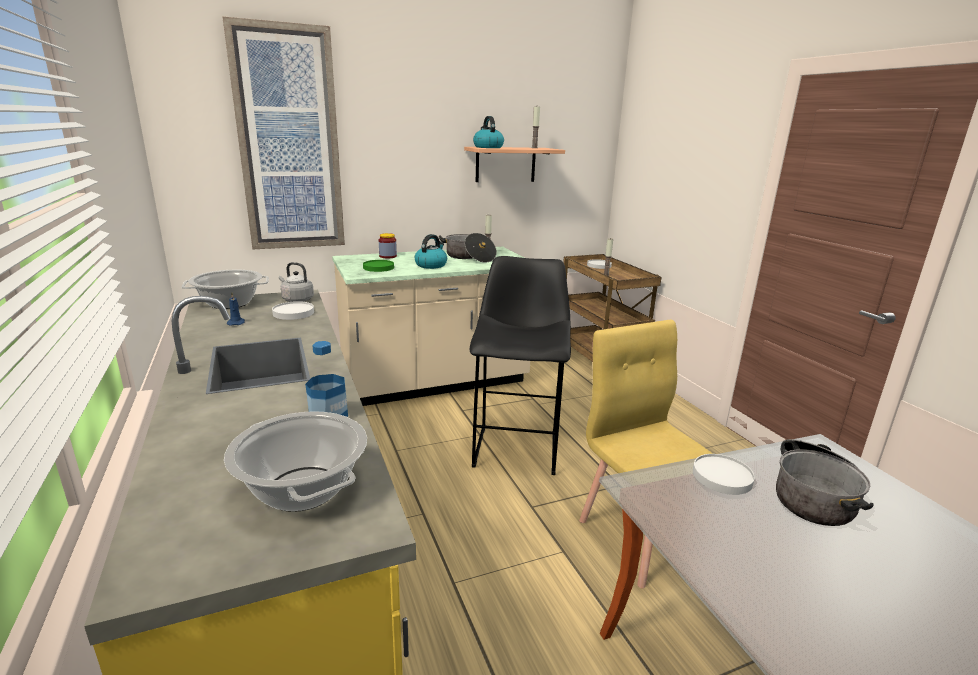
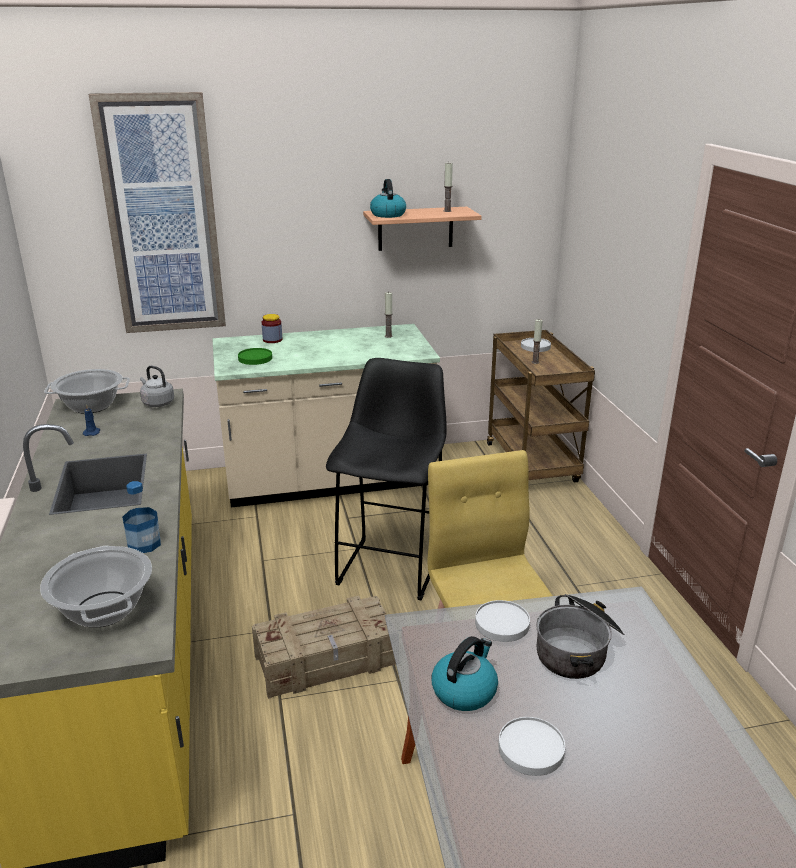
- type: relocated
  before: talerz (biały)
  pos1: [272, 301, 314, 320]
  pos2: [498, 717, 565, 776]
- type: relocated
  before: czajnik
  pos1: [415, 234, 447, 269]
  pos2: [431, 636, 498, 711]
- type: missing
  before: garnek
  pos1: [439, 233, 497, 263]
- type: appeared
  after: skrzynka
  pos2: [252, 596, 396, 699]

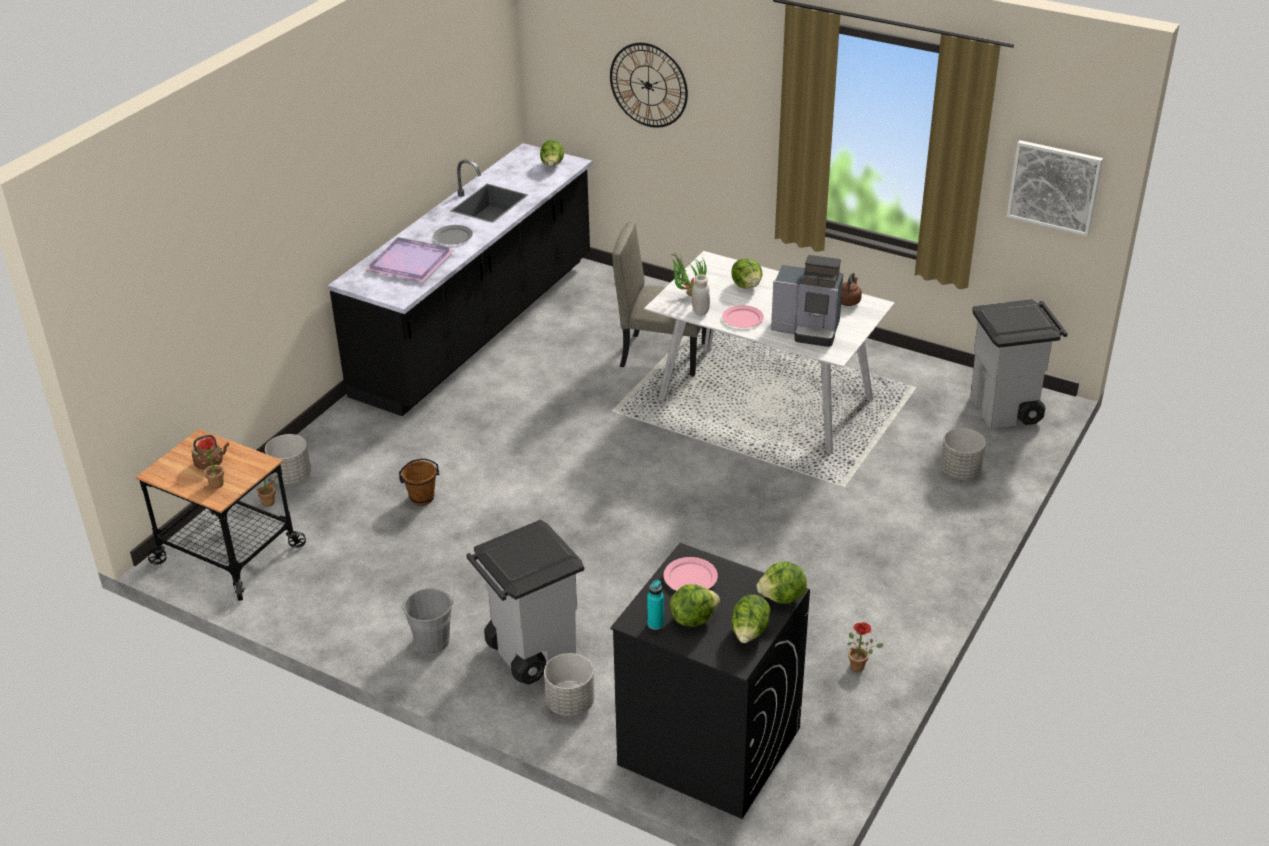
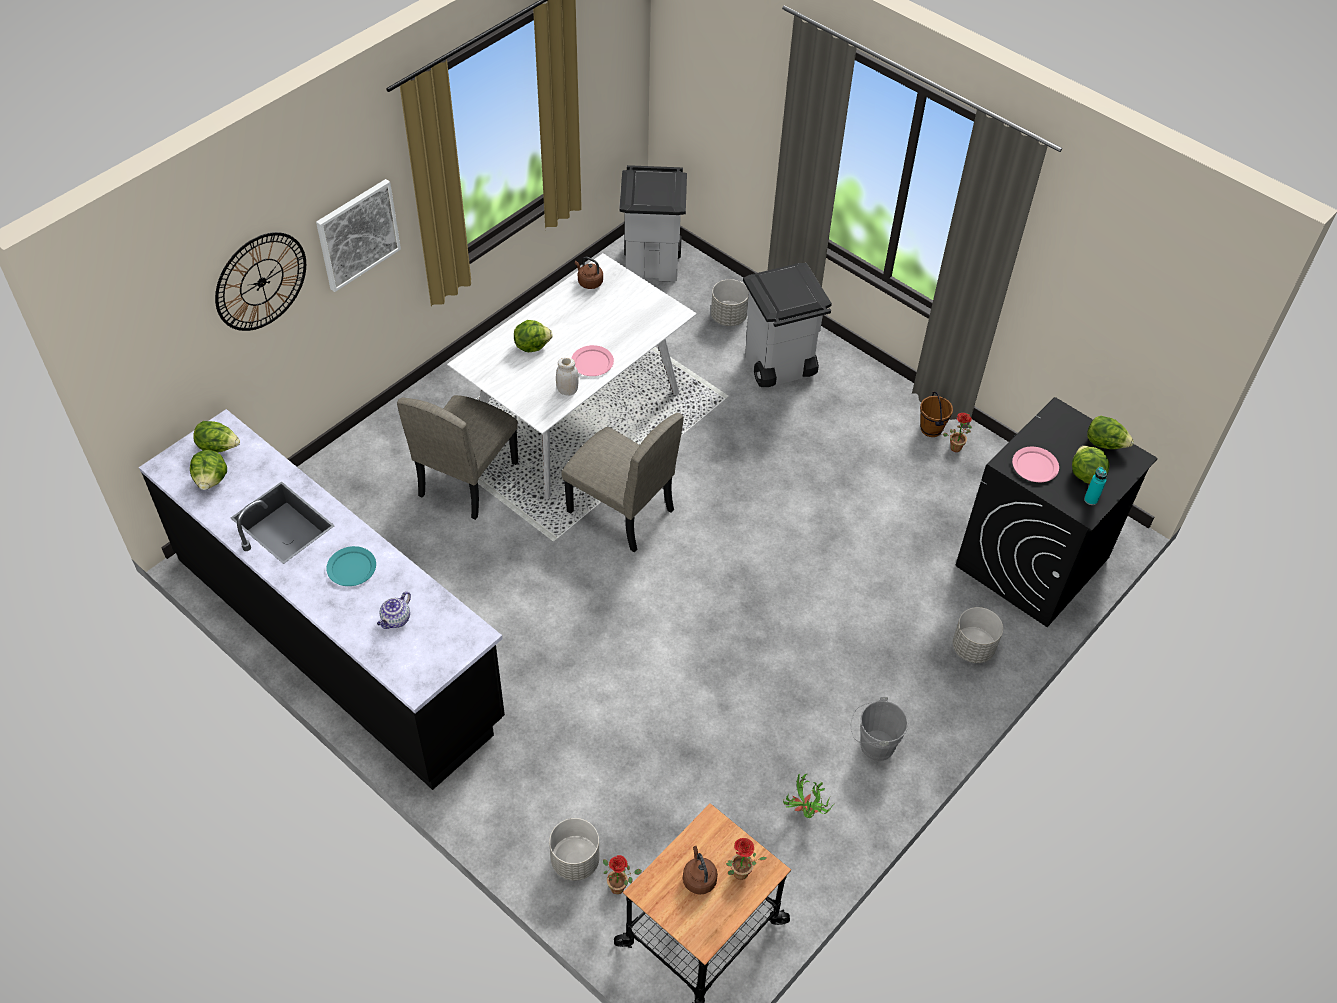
- type: exchanged
  before: taca (fioletowy)
  after: imbryk
  pos1: [365, 237, 454, 282]
  pos2: [377, 591, 411, 629]
- type: relocated
  before: wiadro (brązowy)
  pos1: [399, 458, 439, 506]
  pos2: [920, 392, 953, 437]
- type: colour
  before: talerz (szary)
  after: talerz (turkusowy)
  pos1: [434, 225, 473, 245]
  pos2: [326, 546, 376, 586]
- type: relocated
  before: kosz na śmieci (szary)
  pos1: [466, 519, 584, 685]
  pos2: [743, 263, 832, 387]
- type: relocated
  before: roślina doniczkowa
  pos1: [671, 253, 707, 296]
  pos2: [783, 773, 834, 818]
- type: relocated
  before: sałata
  pos1: [756, 562, 807, 604]
  pos2: [190, 450, 227, 490]
- type: missing
  before: ekspres do kawy
  pos1: [771, 255, 843, 347]
- type: relocated
  before: obraz
  pos1: [1007, 140, 1103, 236]
  pos2: [316, 179, 401, 292]
- type: appeared
  after: krzesło (beżowy)
  pos2: [561, 413, 684, 552]

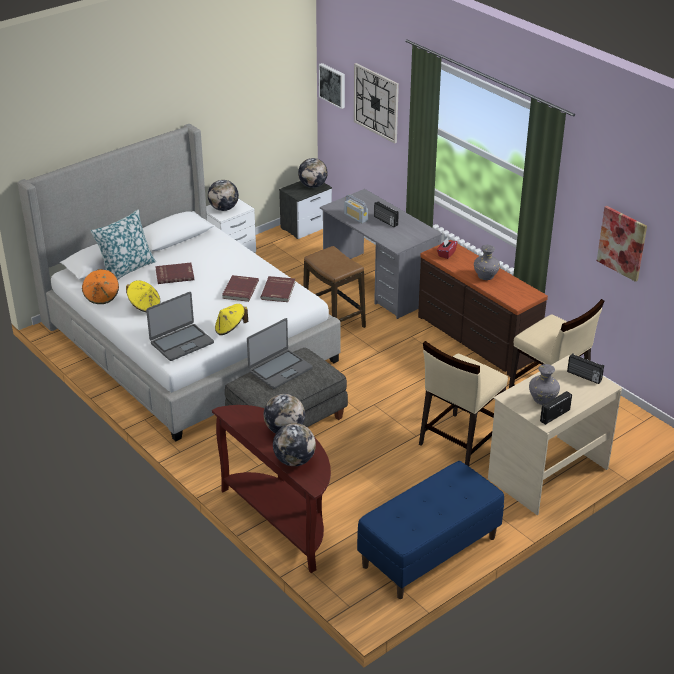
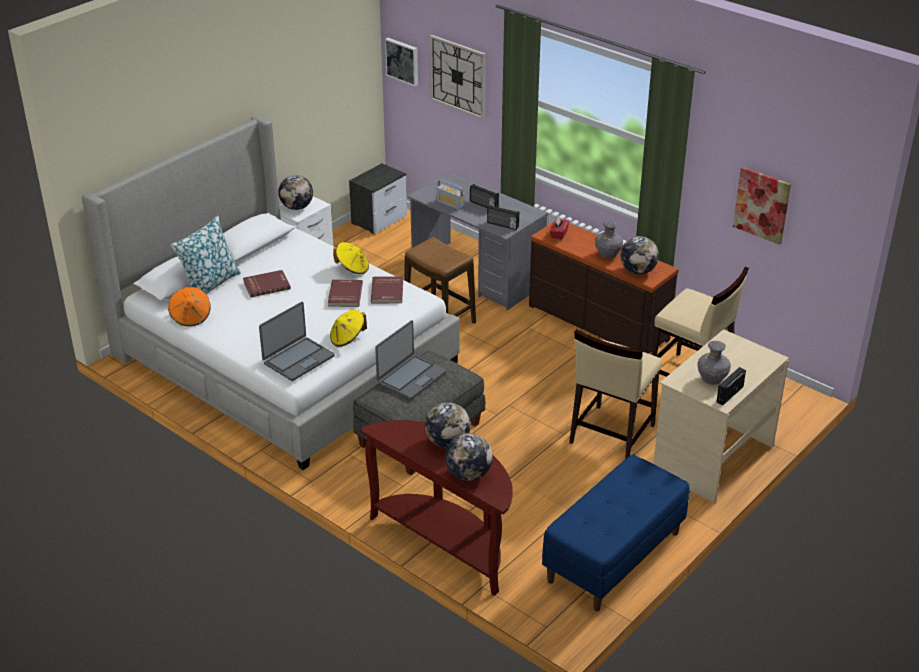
- type: relocated
  before: kapelusz (żółty)
  pos1: [126, 280, 160, 312]
  pos2: [333, 242, 369, 274]
- type: relocated
  before: globus
  pos1: [298, 158, 328, 188]
  pos2: [620, 236, 659, 275]
- type: relocated
  before: radio
  pos1: [567, 353, 604, 384]
  pos2: [487, 205, 519, 230]

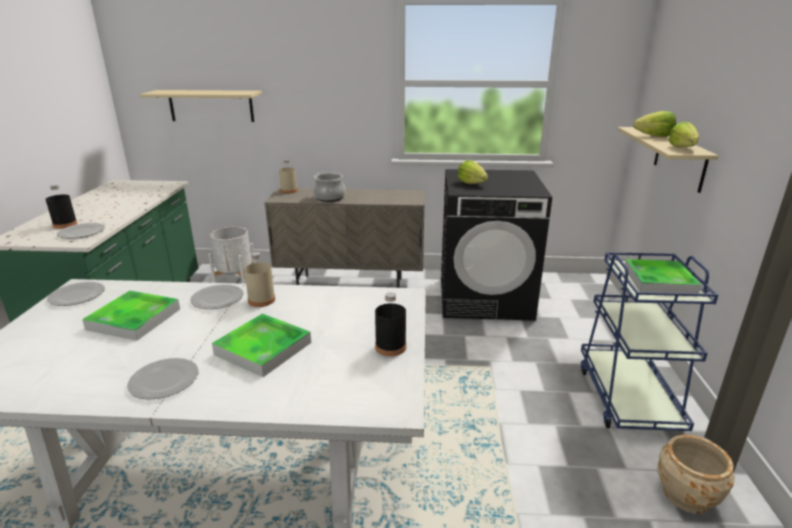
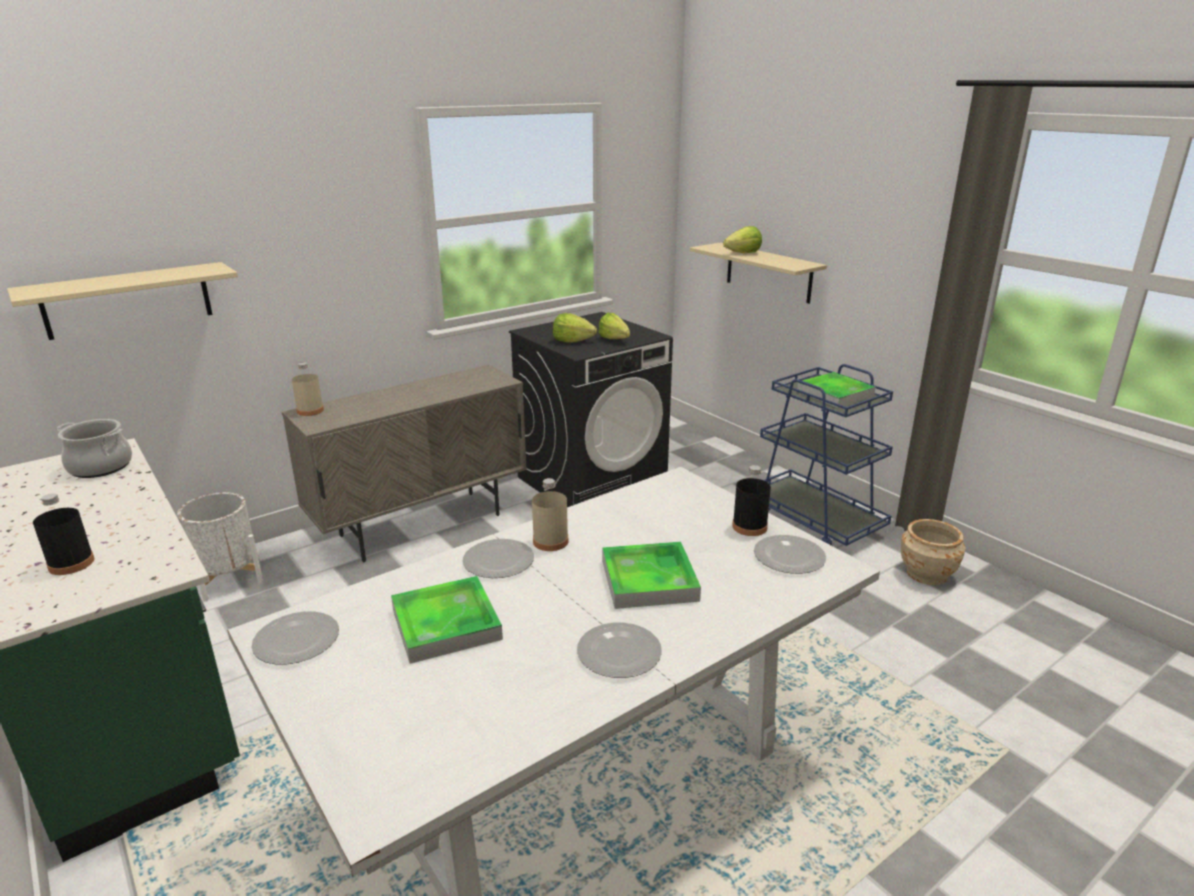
- type: relocated
  before: talerz
  pos1: [57, 223, 105, 239]
  pos2: [754, 535, 826, 574]
- type: relocated
  before: garnek
  pos1: [313, 172, 346, 202]
  pos2: [56, 419, 132, 478]
- type: relocated
  before: sałata
  pos1: [669, 121, 699, 147]
  pos2: [598, 313, 630, 339]

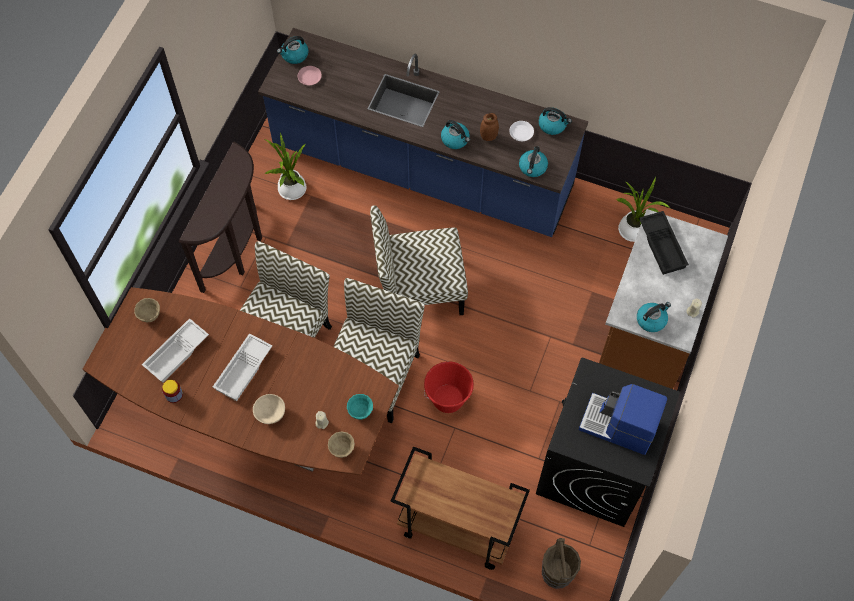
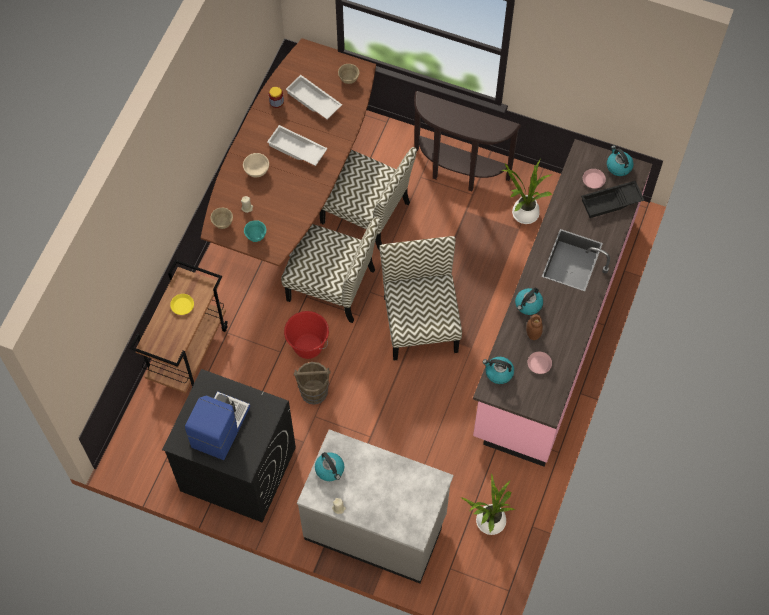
- type: colour
  before: zabudowa kuchenna (niebieski)
  after: zabudowa kuchenna (różowy)
  pos1: [258, 28, 588, 237]
  pos2: [473, 139, 652, 467]
- type: colour
  before: talerz (biały)
  after: talerz (różowy)
  pos1: [509, 121, 534, 141]
  pos2: [528, 352, 552, 374]
- type: missing
  before: czajnik
  pos1: [539, 107, 572, 135]
- type: relocated
  before: wiadro (brązowy)
  pos1: [542, 538, 581, 589]
  pos2: [294, 362, 331, 405]
- type: colour
  before: zabudowa kuchenna (brązowy)
  after: zabudowa kuchenna (szary)
  pos1: [599, 209, 728, 389]
  pos2: [297, 429, 453, 583]
- type: relocated
  before: taca (czarny)
  pos1: [639, 211, 689, 275]
  pos2: [581, 181, 645, 218]
- type: appeared
  after: talerz (żółty)
  pos2: [170, 294, 194, 315]

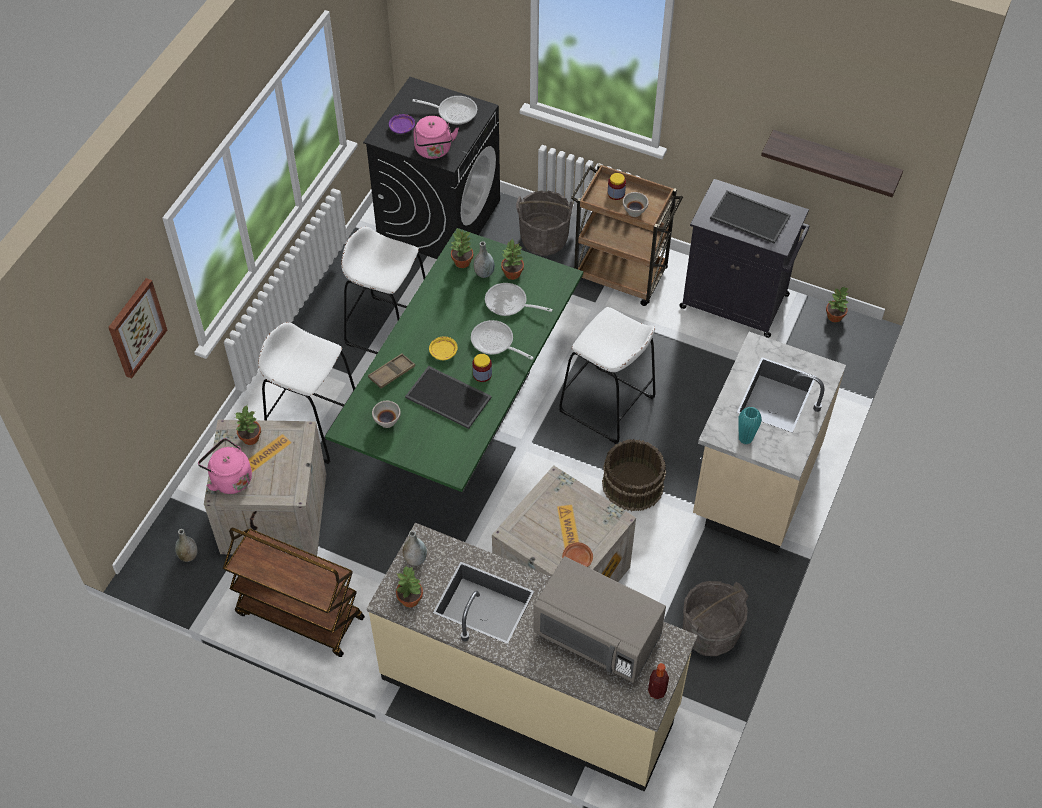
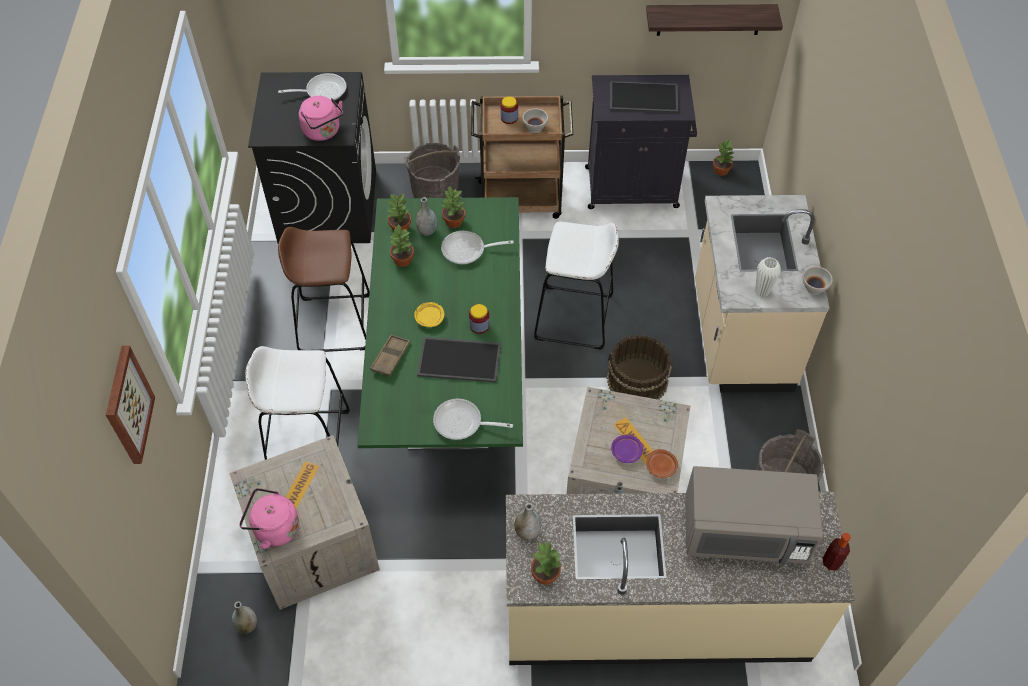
- type: missing
  before: wózek (brązowy)
  pos1: [223, 528, 365, 657]
- type: relocated
  before: roślina doniczkowa
  pos1: [235, 406, 261, 445]
  pos2: [390, 223, 414, 267]
- type: colour
  before: stołek (biały)
  after: stołek (brązowy)
  pos1: [341, 227, 425, 354]
  pos2: [278, 227, 370, 352]
- type: relocated
  before: miska (biały)
  pos1: [372, 401, 401, 428]
  pos2: [802, 266, 833, 295]
- type: relocated
  before: talerz (fioletowy)
  pos1: [389, 114, 415, 134]
  pos2: [611, 435, 643, 463]
- type: relocated
  before: patelnia
  pos1: [471, 320, 534, 360]
  pos2: [433, 398, 513, 440]
- type: colour
  before: wazon (turkusowy)
  after: wazon (biały)
  pos1: [738, 407, 762, 444]
  pos2: [755, 257, 781, 297]

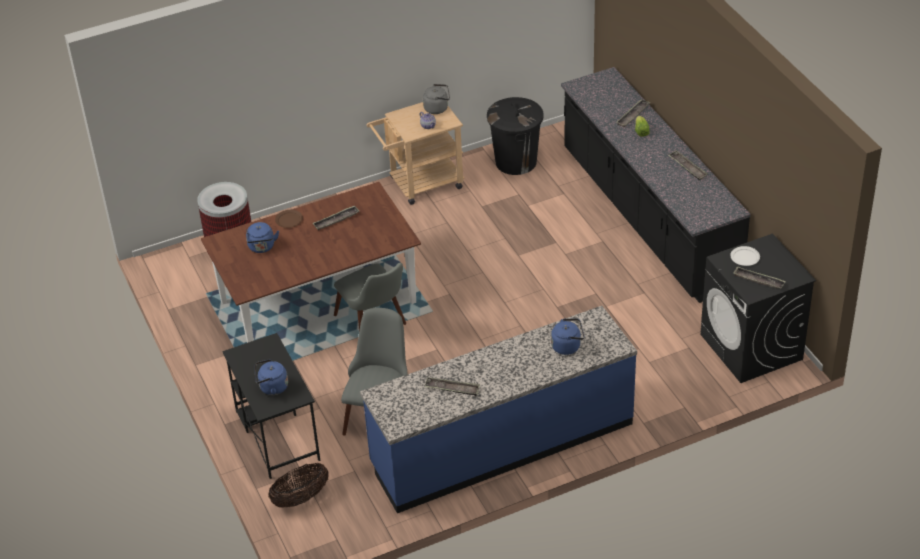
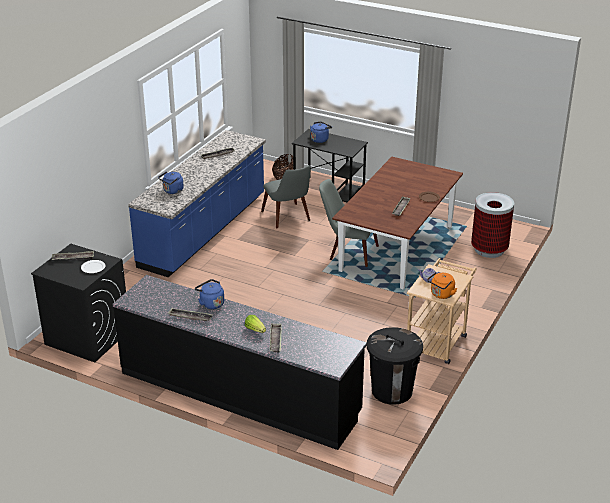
- type: relocated
  before: czajnik (niebieski)
  pos1: [246, 222, 279, 253]
  pos2: [195, 279, 224, 310]
- type: colour
  before: czajnik (szary)
  after: czajnik (pomarańczowy)
  pos1: [423, 84, 450, 114]
  pos2: [427, 272, 457, 299]

